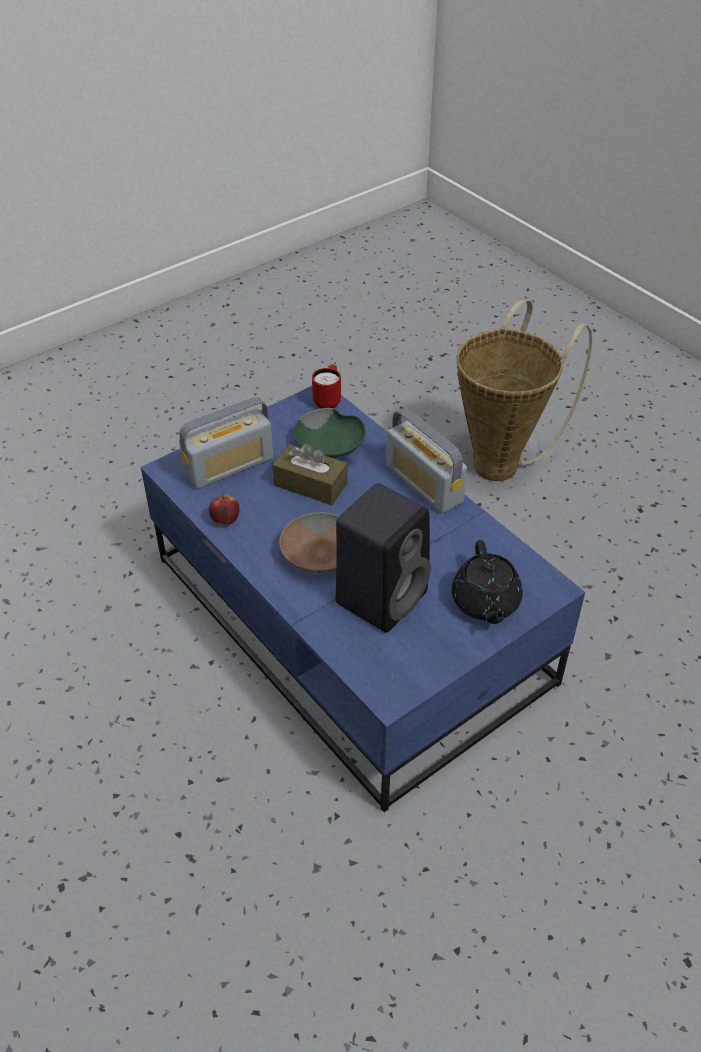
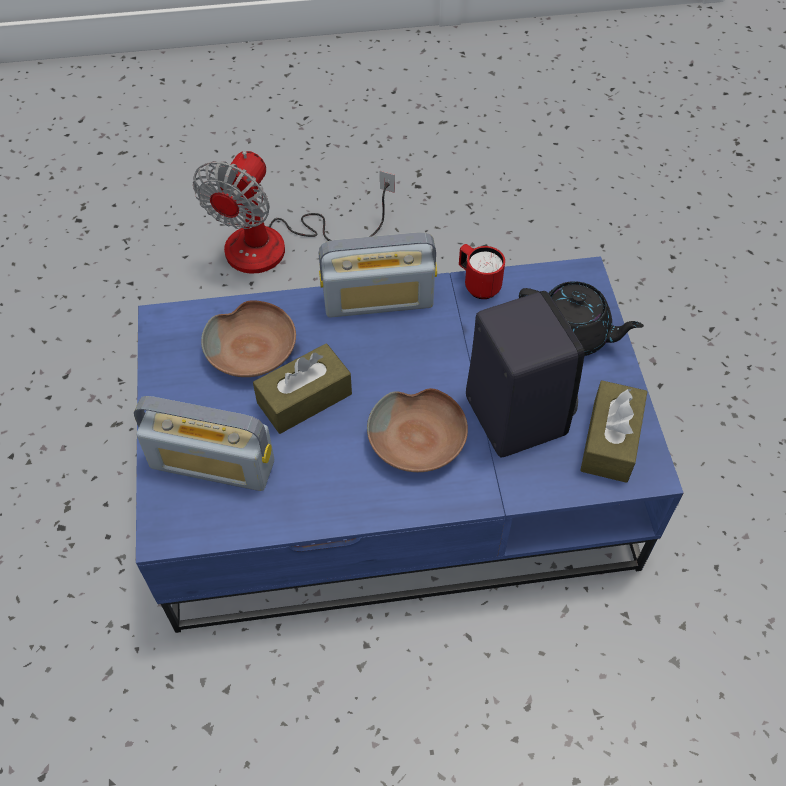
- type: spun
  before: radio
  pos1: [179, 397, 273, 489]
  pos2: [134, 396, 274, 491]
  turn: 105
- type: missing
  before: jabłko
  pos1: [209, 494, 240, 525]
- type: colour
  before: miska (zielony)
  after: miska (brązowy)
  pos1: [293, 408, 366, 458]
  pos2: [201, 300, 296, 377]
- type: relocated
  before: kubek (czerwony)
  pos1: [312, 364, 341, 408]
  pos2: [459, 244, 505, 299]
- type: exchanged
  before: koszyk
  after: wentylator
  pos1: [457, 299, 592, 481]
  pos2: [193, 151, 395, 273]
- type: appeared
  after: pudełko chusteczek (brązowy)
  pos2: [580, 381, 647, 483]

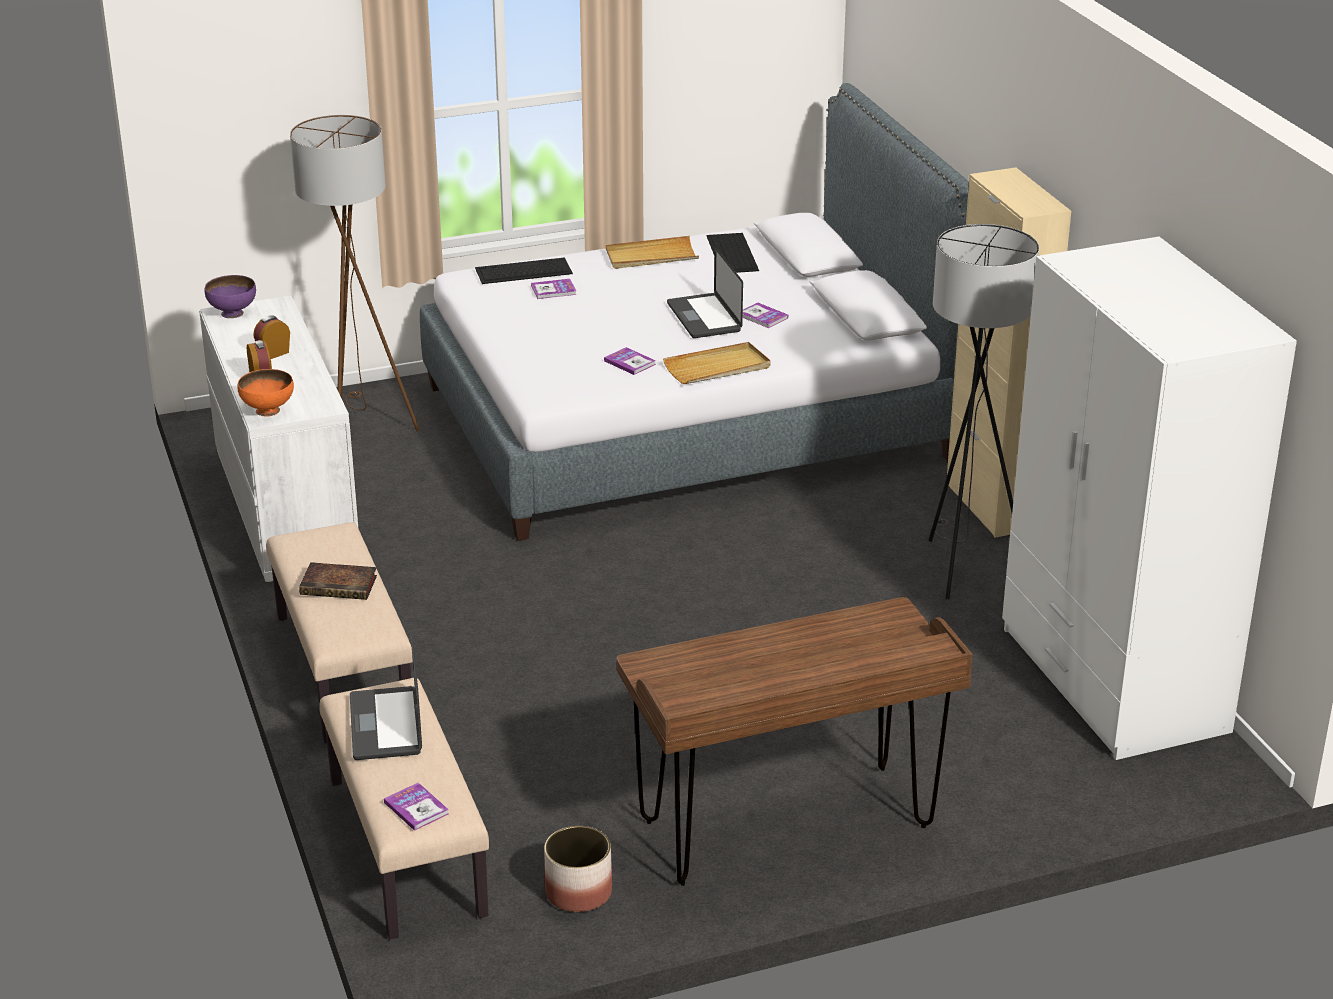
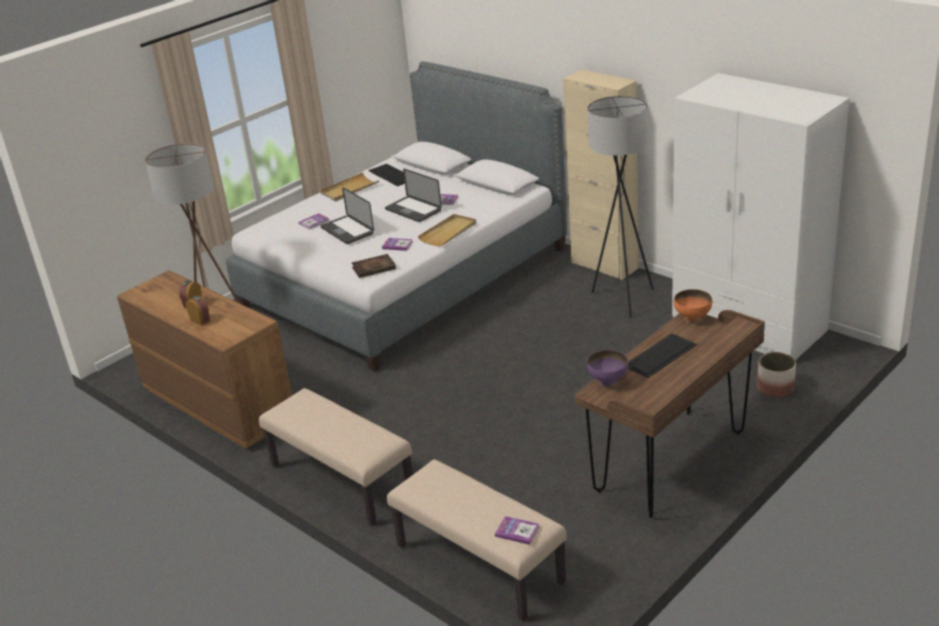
- type: colour
  before: komoda (biały)
  after: komoda (brązowy)
  pos1: [199, 296, 358, 582]
  pos2: [117, 270, 292, 449]
- type: relocated
  before: miska (fioletowy)
  pos1: [205, 275, 256, 318]
  pos2: [587, 350, 629, 387]
- type: relocated
  before: miska (pomarańczowy)
  pos1: [238, 369, 294, 417]
  pos2: [674, 289, 712, 323]
- type: relocated
  before: książka
  pos1: [299, 562, 377, 600]
  pos2: [352, 254, 396, 278]
- type: relocated
  before: laptop
  pos1: [350, 633, 422, 760]
  pos2: [320, 187, 374, 244]
- type: relocated
  before: klawiatura
  pos1: [475, 257, 573, 284]
  pos2: [628, 333, 697, 378]
- type: relocated
  before: donica
  pos1: [544, 826, 612, 912]
  pos2: [757, 352, 796, 397]

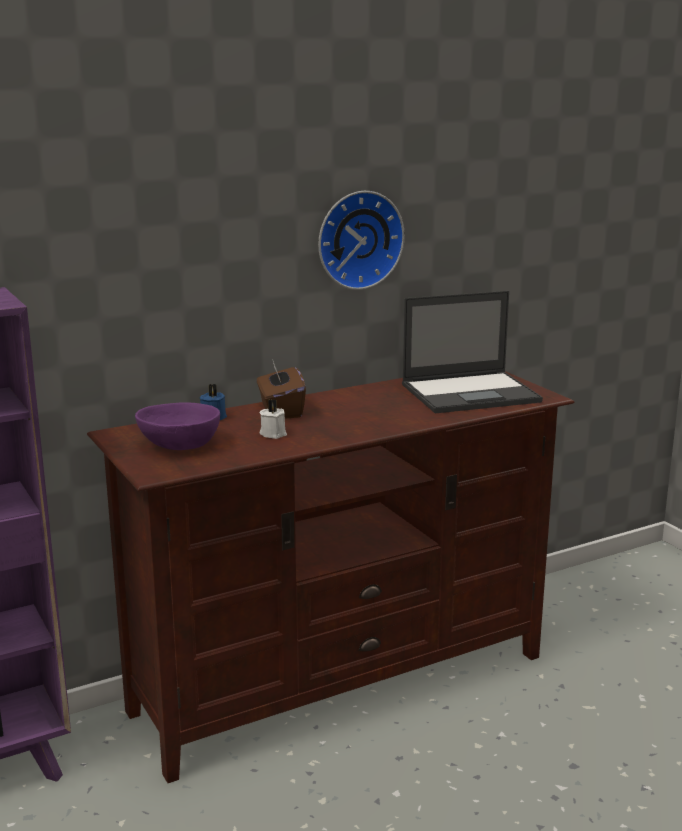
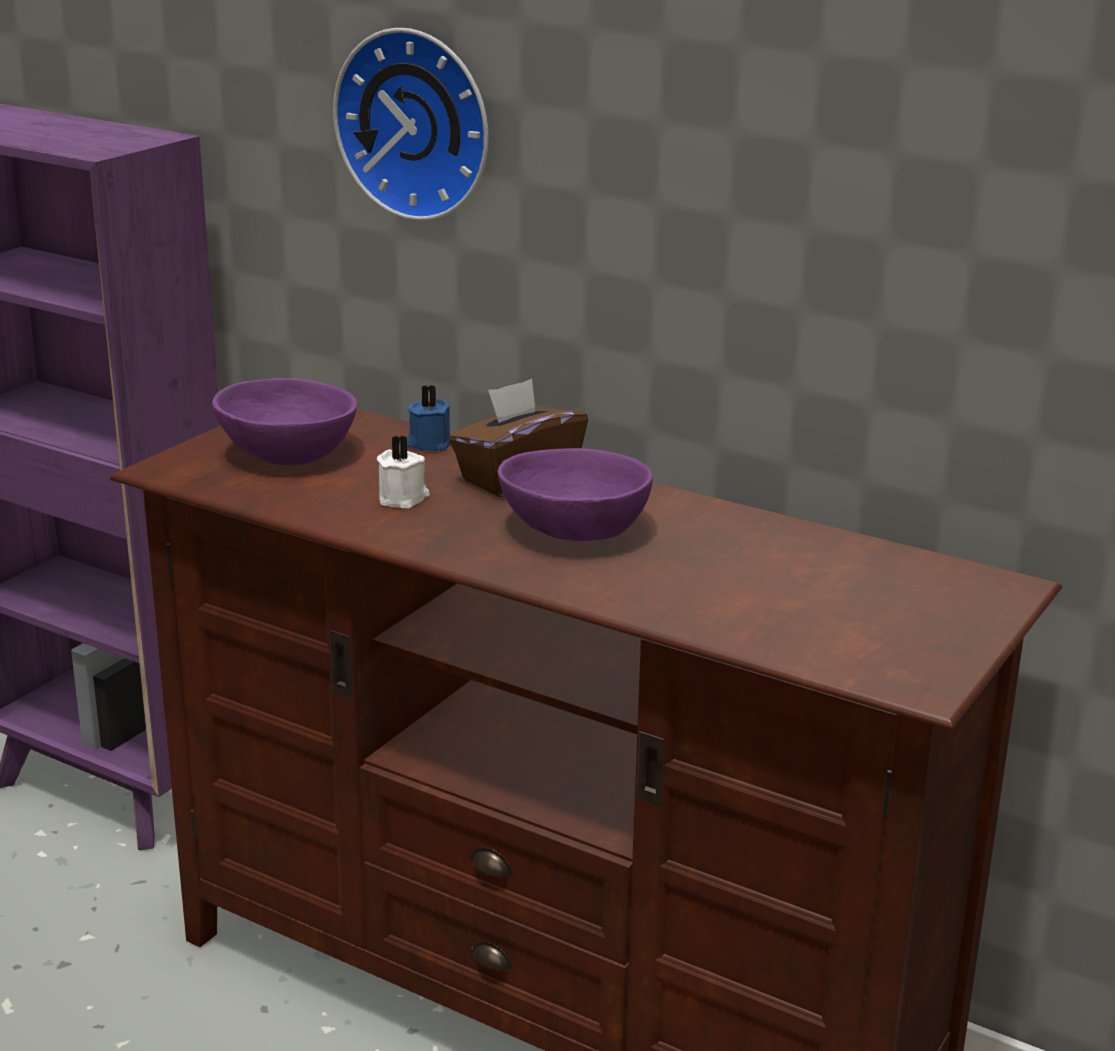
- type: relocated
  before: zegar ścienny
  pos1: [318, 191, 405, 290]
  pos2: [333, 28, 489, 221]
- type: missing
  before: laptop
  pos1: [402, 291, 543, 413]
- type: appeared
  after: miska (fioletowy)
  pos2: [498, 448, 653, 541]

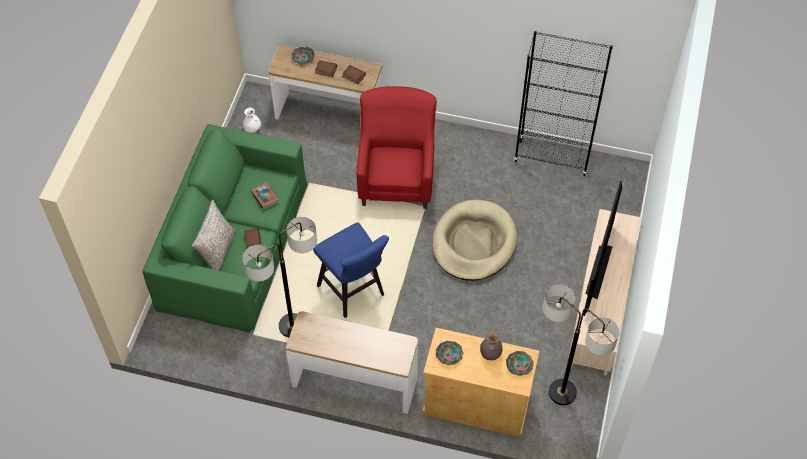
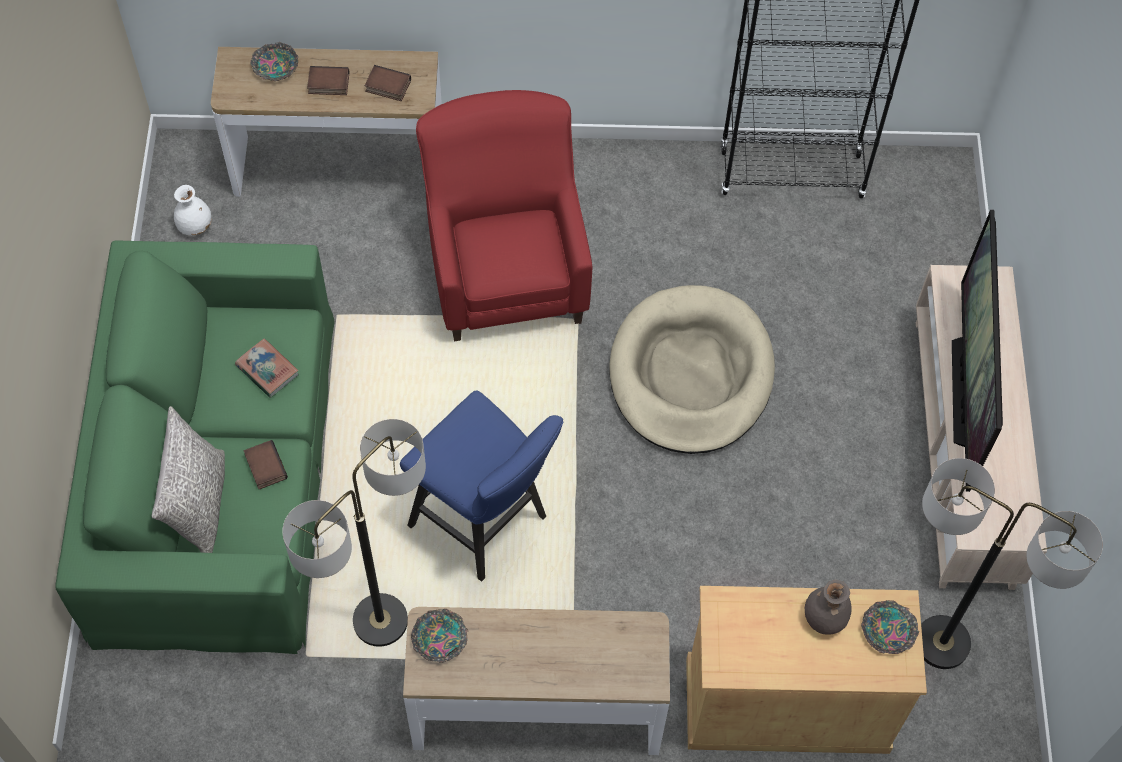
- type: relocated
  before: miska
  pos1: [436, 341, 464, 365]
  pos2: [411, 609, 469, 663]

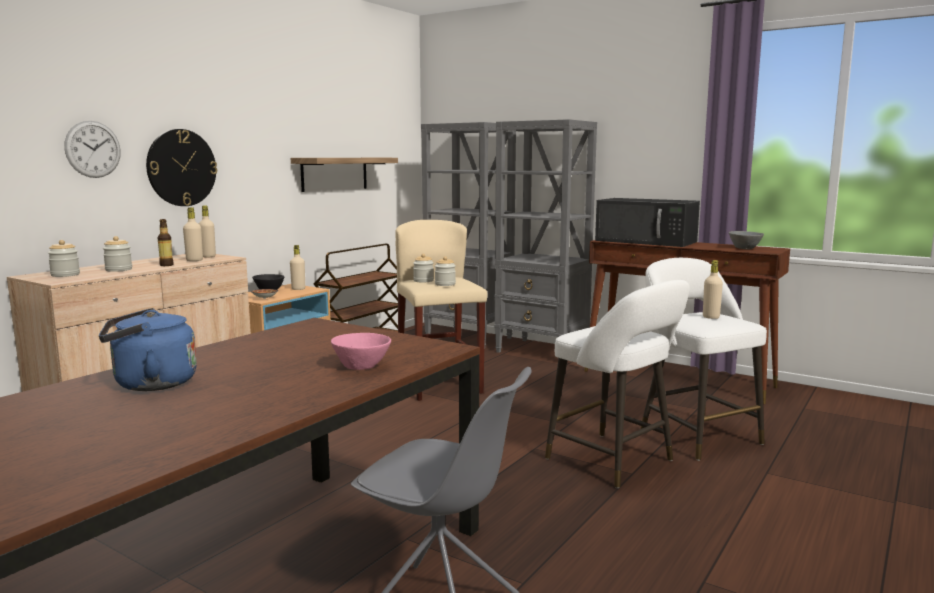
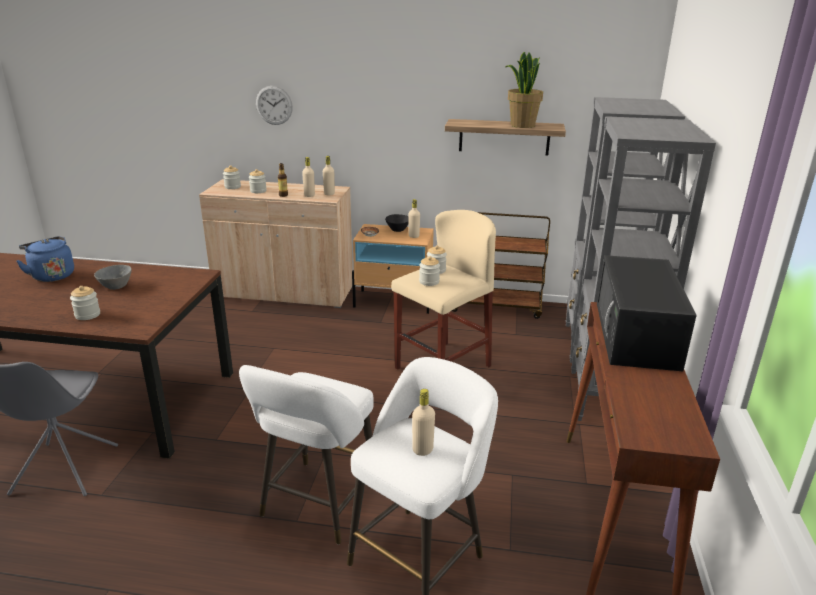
- type: missing
  before: zegar ścienny
  pos1: [146, 129, 217, 206]
- type: exchanged
  before: miska (różowy)
  after: słoik
  pos1: [331, 333, 391, 370]
  pos2: [70, 286, 100, 320]
- type: relocated
  before: miska (szary)
  pos1: [729, 231, 764, 249]
  pos2: [94, 265, 132, 290]
- type: appeared
  after: roślina doniczkowa
  pos2: [506, 52, 543, 128]

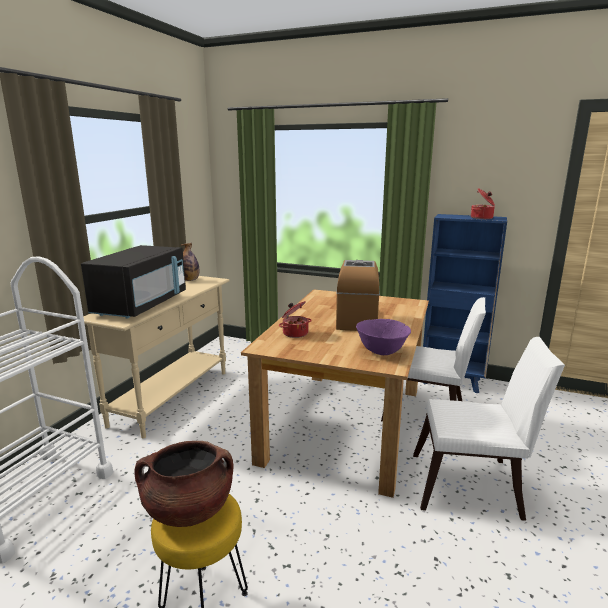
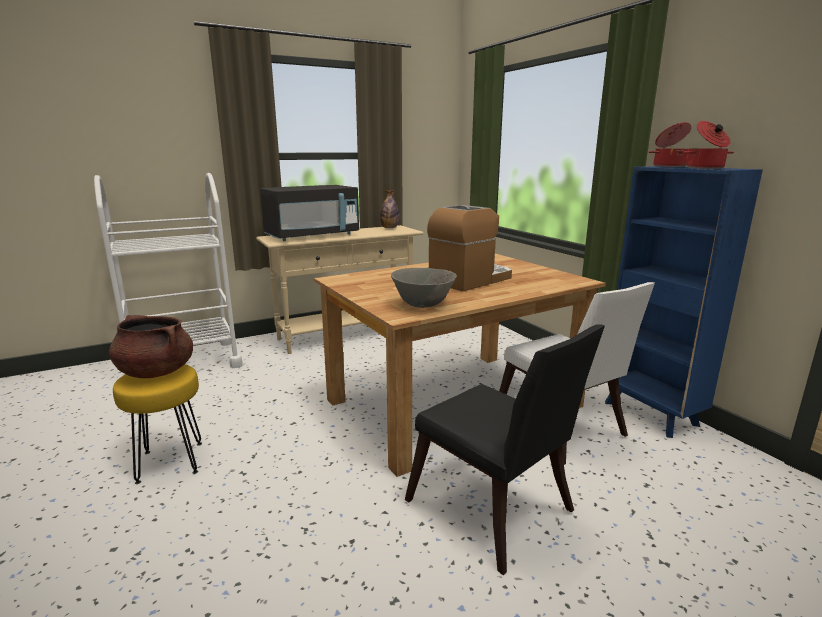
- type: relocated
  before: garnek
  pos1: [279, 301, 312, 338]
  pos2: [649, 122, 691, 167]
- type: colour
  before: miska (fioletowy)
  after: miska (szary)
  pos1: [356, 319, 411, 355]
  pos2: [391, 268, 457, 308]
- type: colour
  before: krzesło (biały)
  after: krzesło (czarny)
  pos1: [413, 337, 565, 521]
  pos2: [405, 324, 605, 575]

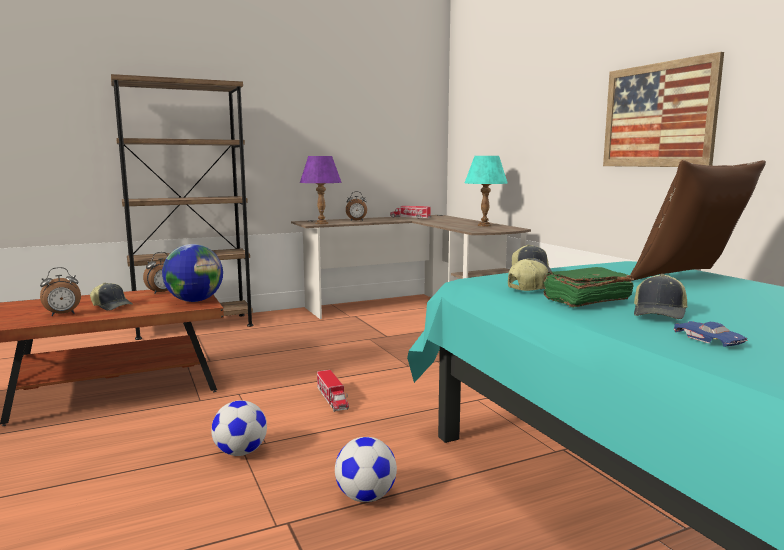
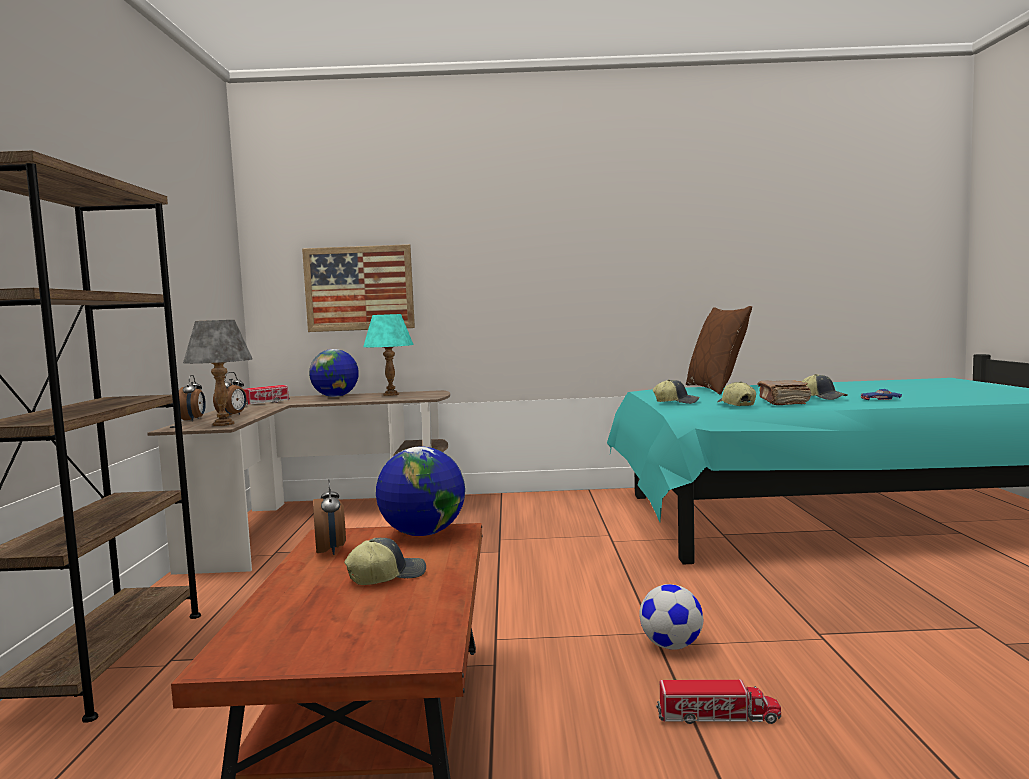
- type: relocated
  before: budzik
  pos1: [40, 267, 81, 316]
  pos2: [179, 375, 206, 421]
- type: colour
  before: lampa stołowa (fioletowy)
  after: lampa stołowa (szary)
  pos1: [300, 156, 342, 224]
  pos2: [183, 320, 253, 426]
- type: relocated
  before: ciężarówka zabawkowa
  pos1: [317, 370, 349, 412]
  pos2: [656, 680, 781, 724]
- type: missing
  before: piłka futbolowa
  pos1: [335, 437, 397, 502]
- type: colour
  before: książka (zielony)
  after: książka (brązowy)
  pos1: [543, 267, 634, 308]
  pos2: [758, 380, 811, 405]
- type: relocated
  before: obraz
  pos1: [603, 52, 724, 167]
  pos2: [302, 244, 415, 332]
- type: appeared
  after: globus
  pos2: [309, 349, 359, 397]

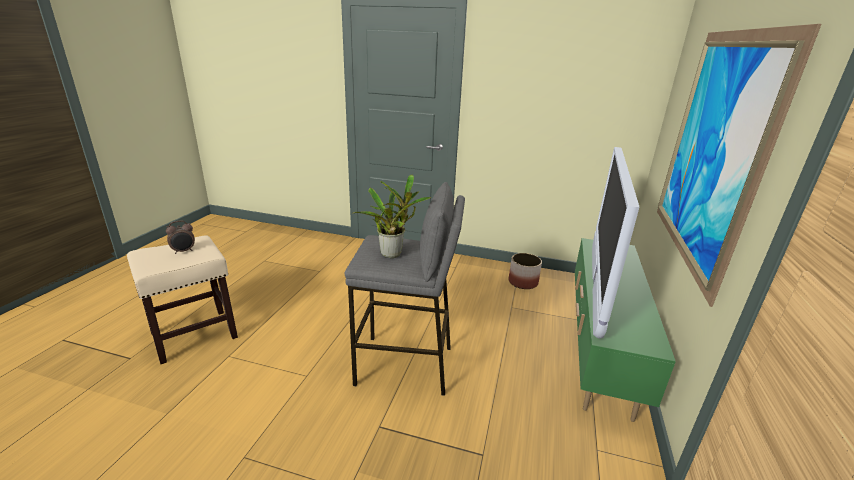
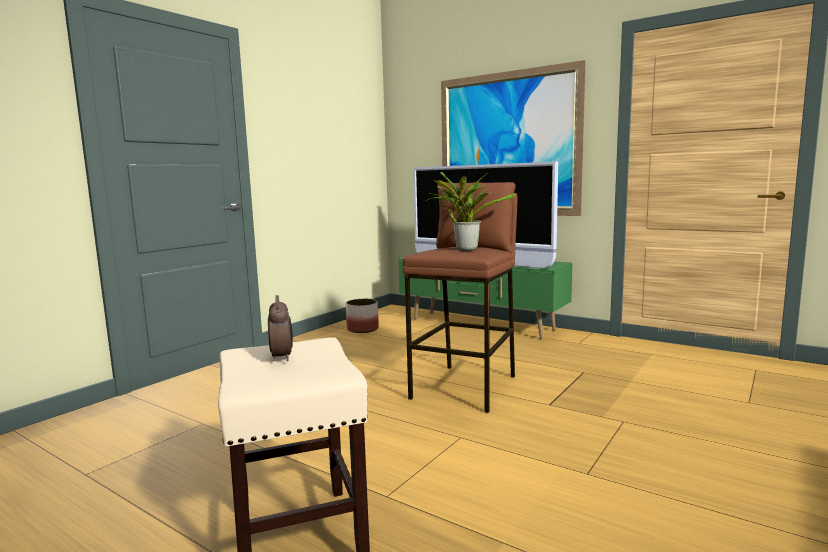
- type: colour
  before: stołek (szary)
  after: stołek (brązowy)
  pos1: [345, 182, 465, 396]
  pos2: [403, 182, 517, 413]

